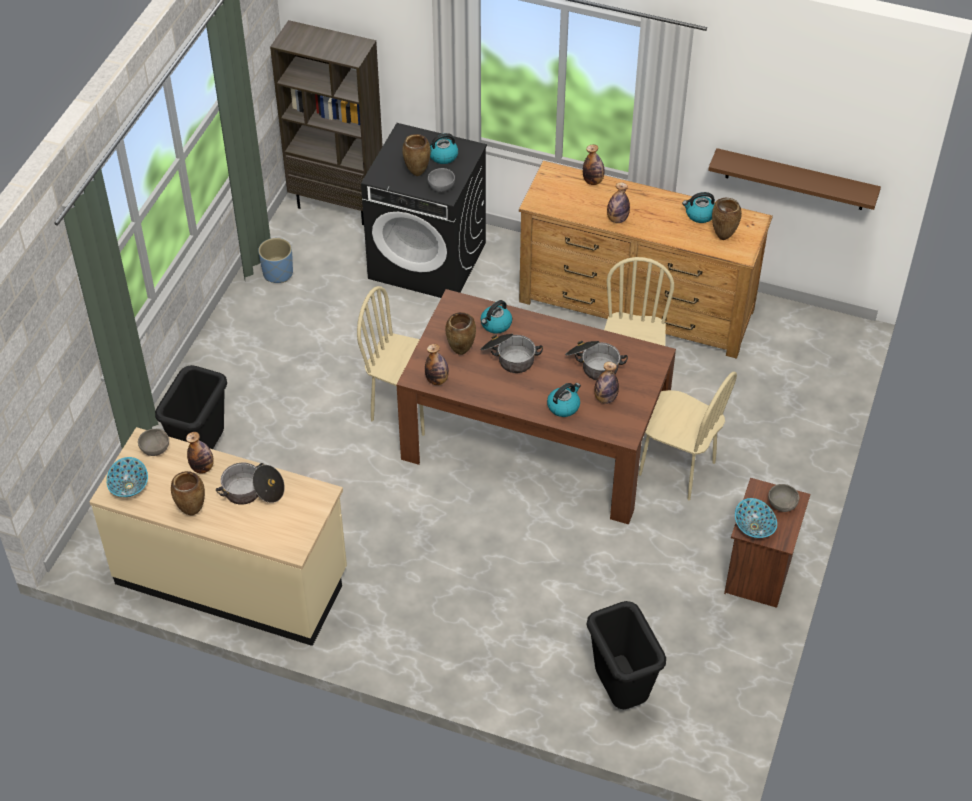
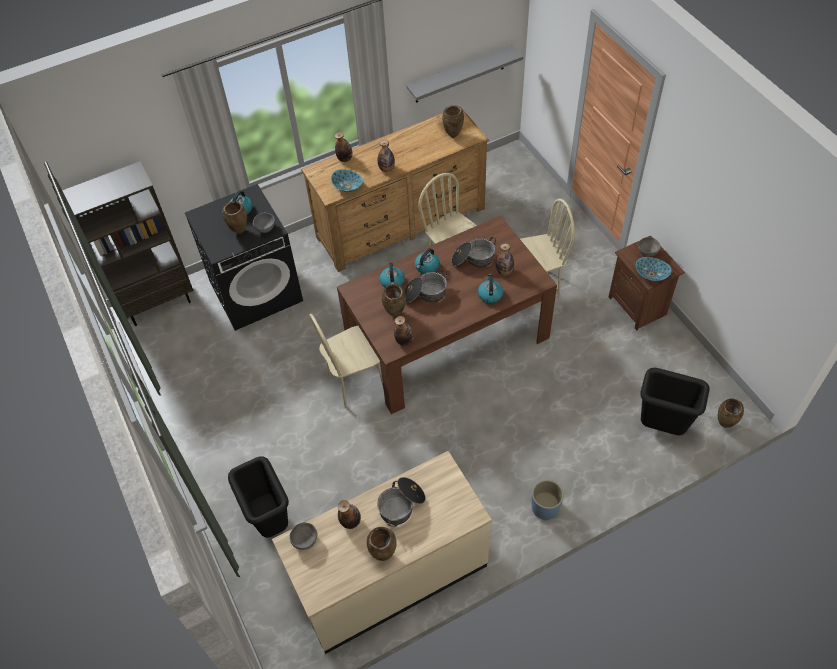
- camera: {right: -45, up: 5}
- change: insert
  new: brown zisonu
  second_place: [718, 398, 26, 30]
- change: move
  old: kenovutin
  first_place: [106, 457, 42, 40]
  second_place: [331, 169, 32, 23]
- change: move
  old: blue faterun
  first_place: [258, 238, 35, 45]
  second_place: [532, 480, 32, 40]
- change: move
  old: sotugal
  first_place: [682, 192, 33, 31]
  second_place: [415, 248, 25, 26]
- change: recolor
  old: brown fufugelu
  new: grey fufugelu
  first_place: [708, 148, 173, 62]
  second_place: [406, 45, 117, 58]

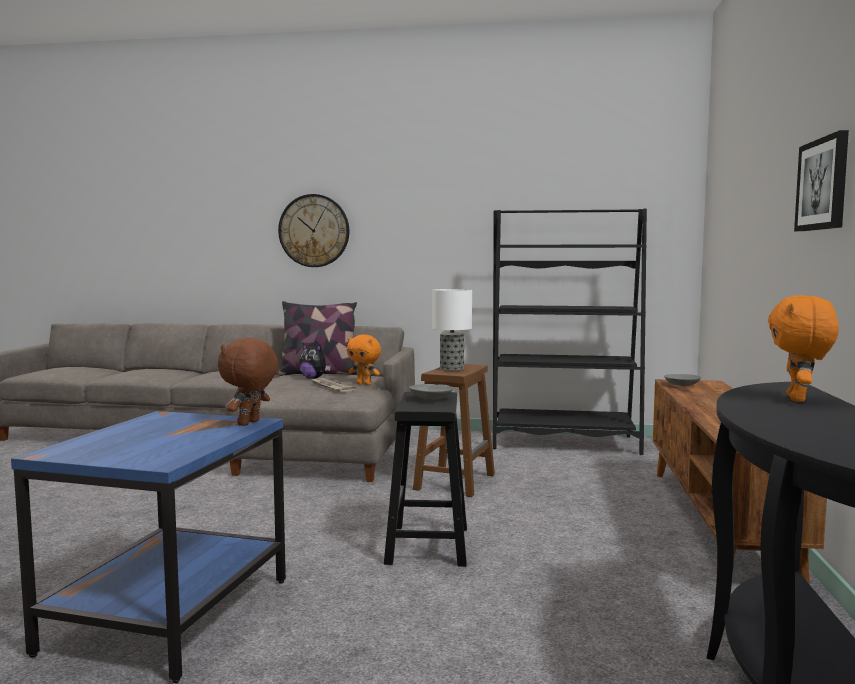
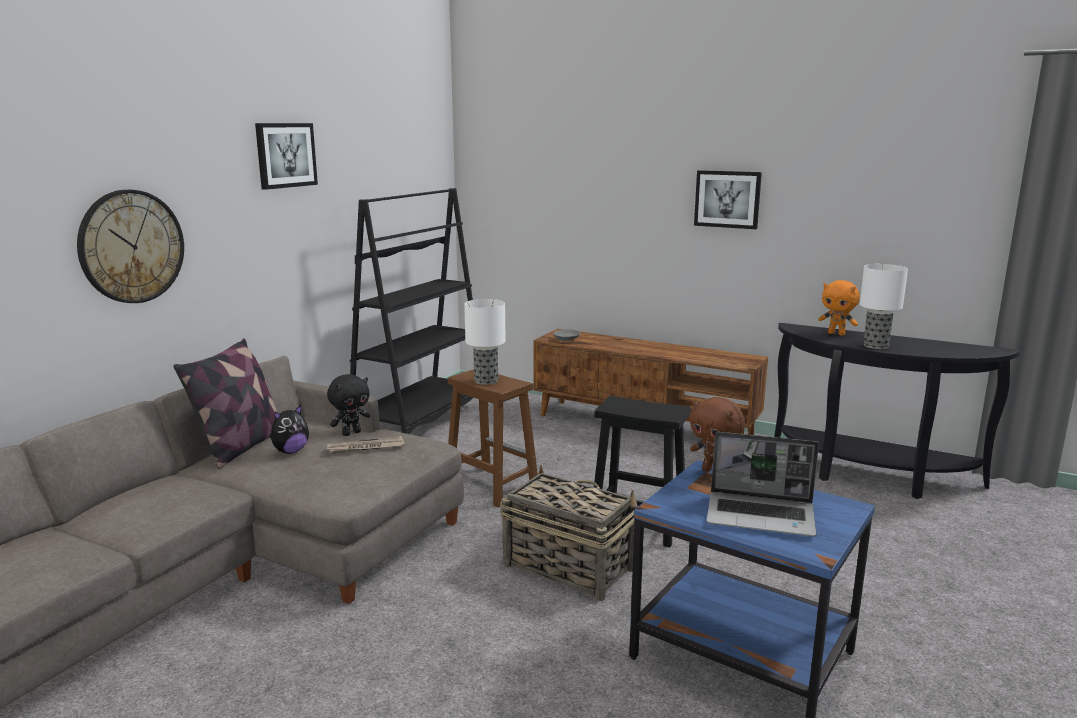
- camera: {right: -70, up: 10}
- change: delete
  old: grey kenovutin
  first_place: [409, 384, 44, 16]
- change: insert
  new: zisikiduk
  second_place: [255, 123, 63, 67]
- change: insert
  new: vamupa
  second_place: [500, 465, 138, 136]
- change: insert
  new: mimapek
  second_place: [707, 432, 112, 105]
- change: insert
  new: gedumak
  second_place: [860, 264, 48, 85]
- change: recolor
  old: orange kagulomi
  new: black kagulomi
  first_place: [347, 335, 34, 50]
  second_place: [327, 374, 43, 62]

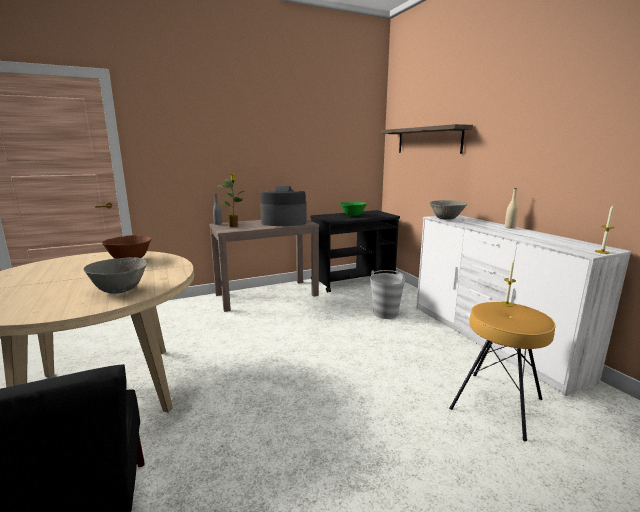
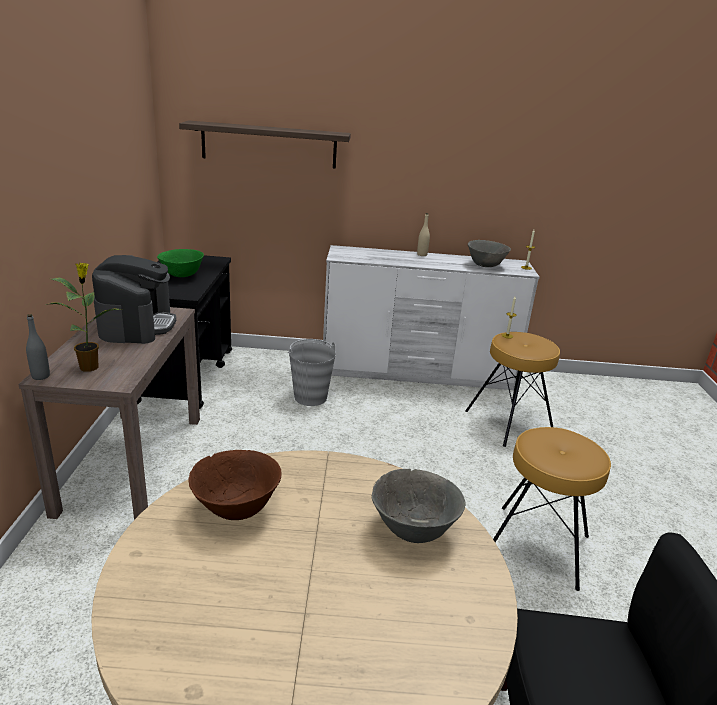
- camera: {right: -65, up: 10}
- change: insert
  new: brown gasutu
  second_place: [493, 427, 118, 164]
- change: move
  old: grey kenovutin
  first_place: [430, 200, 37, 20]
  second_place: [468, 240, 43, 27]
- change: rotate
  old: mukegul
  first_place: [260, 186, 47, 40]
  second_place: [92, 255, 84, 89]
  degrees: 150

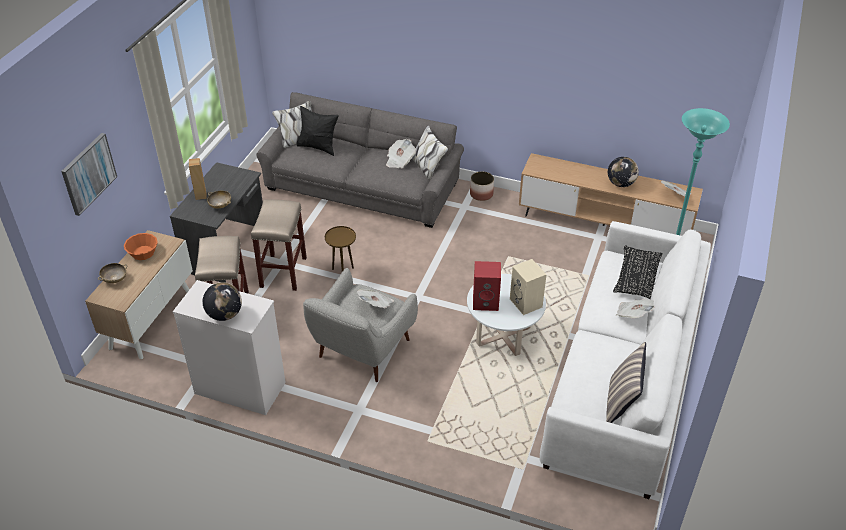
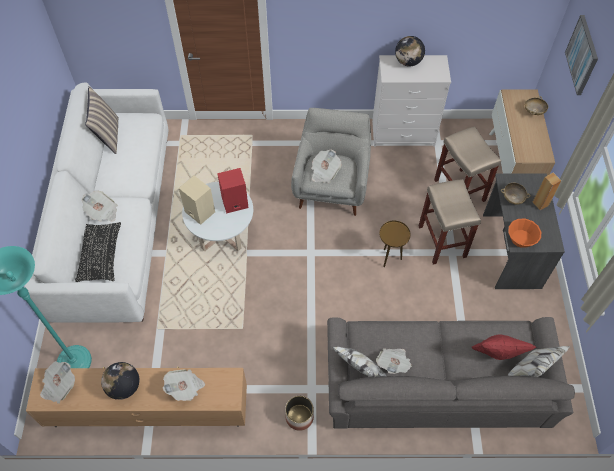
- camera: {right: 160, up: 15}
- change: insert
  new: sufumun
  second_place: [163, 369, 42, 32]
- change: move
  old: orange kenovutin
  first_place: [124, 233, 34, 27]
  second_place: [508, 219, 33, 29]
- change: recolor
  old: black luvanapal
  new: red luvanapal
  first_place: [297, 106, 41, 50]
  second_place: [471, 335, 65, 25]

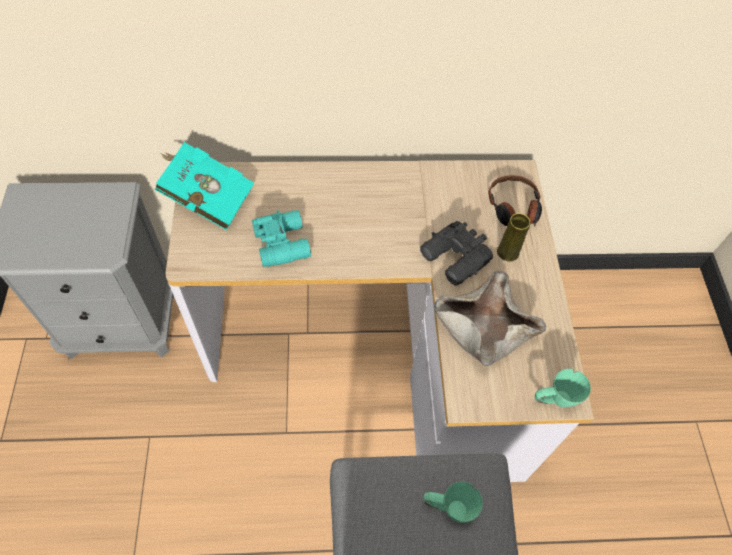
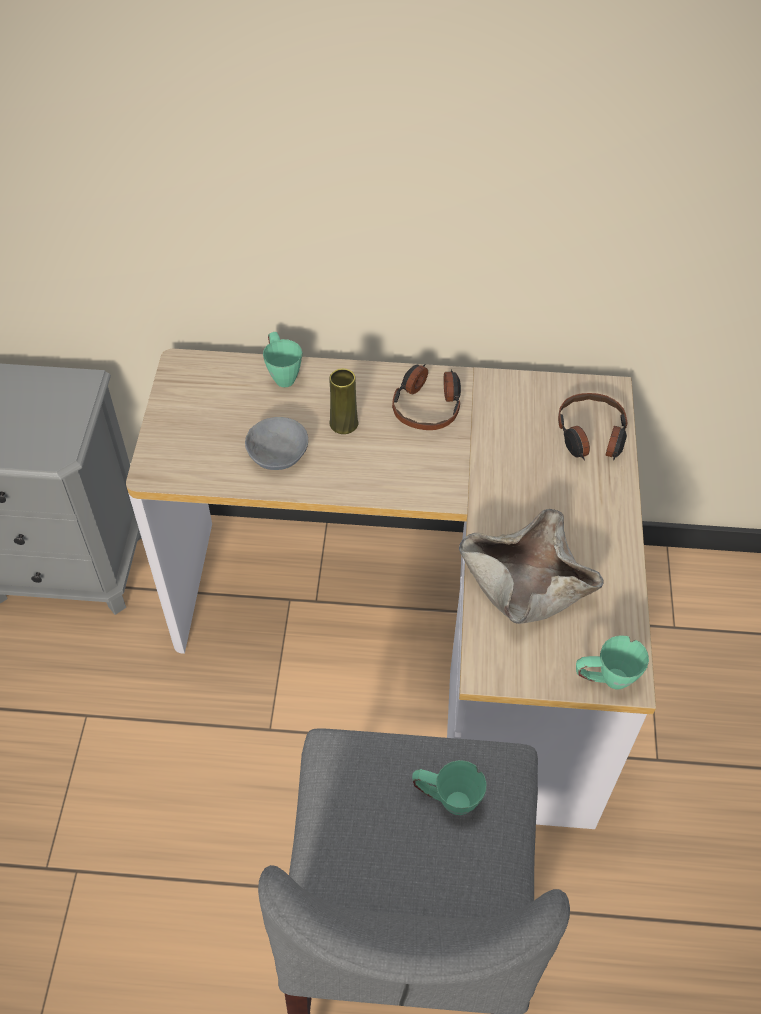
- camera: {right: 10, up: -5}
- change: delete
  old: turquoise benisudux
  first_place: [155, 142, 99, 88]
- change: delete
  old: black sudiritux
  first_place: [420, 221, 73, 65]
- change: insert
  new: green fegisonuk
  second_place: [263, 332, 39, 55]
- change: insert
  new: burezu
  second_place: [392, 364, 69, 66]
- change: move
  old: yellow zisonu
  first_place: [497, 213, 34, 48]
  second_place: [329, 368, 29, 66]
- change: replace
  old: turquoise sudiritux
  new: grey kenovutin
  first_place: [252, 210, 59, 57]
  second_place: [245, 417, 63, 53]

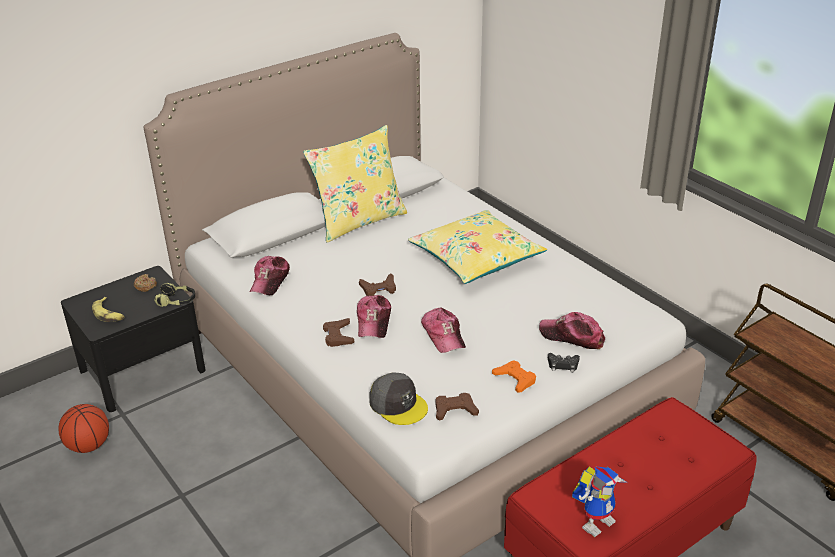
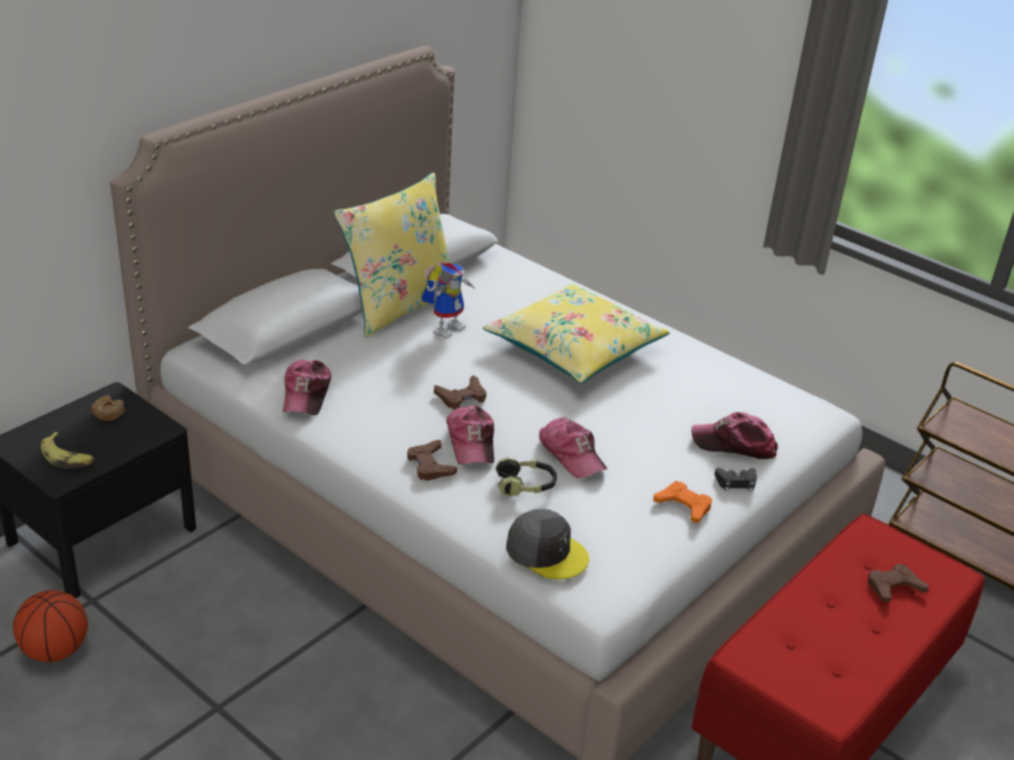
- camera: {right: -15, up: 0}
- change: move
  old: burezu
  first_place: [154, 283, 41, 24]
  second_place: [496, 457, 61, 40]
- change: move
  old: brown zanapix
  first_place: [436, 393, 43, 28]
  second_place: [868, 564, 61, 39]
- change: move
  old: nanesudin
  first_place: [572, 466, 56, 71]
  second_place: [422, 263, 54, 76]

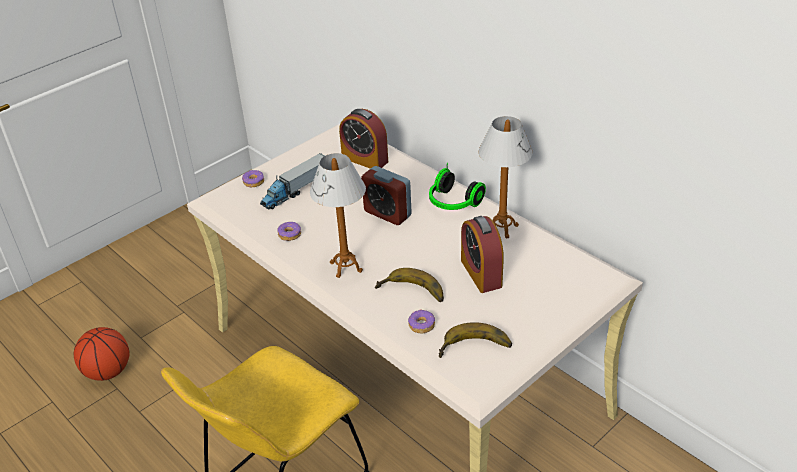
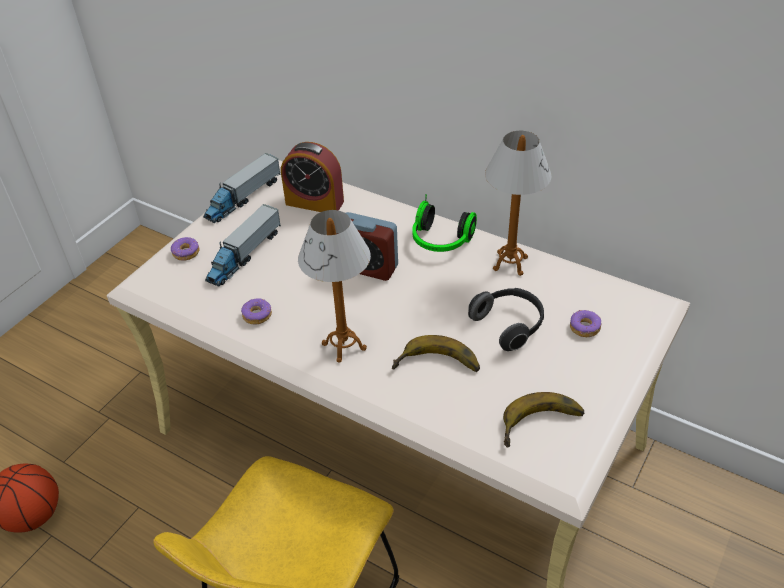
- camera: {right: -15, up: 5}
- change: insert
  new: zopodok
  second_place: [203, 153, 78, 70]
- change: move
  old: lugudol
  first_place: [408, 310, 27, 24]
  second_place: [570, 310, 31, 27]
- change: replace
  old: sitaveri
  new: burezu
  first_place: [461, 216, 43, 77]
  second_place: [468, 288, 76, 63]

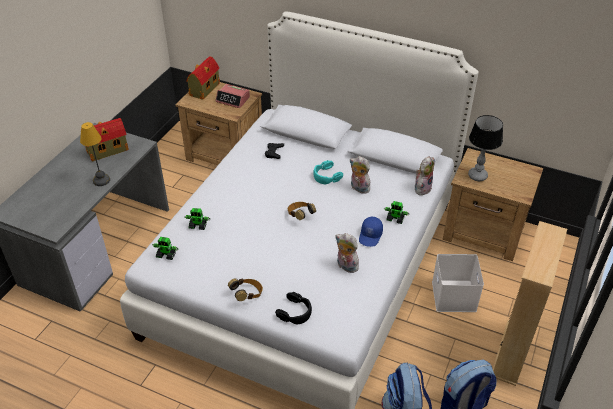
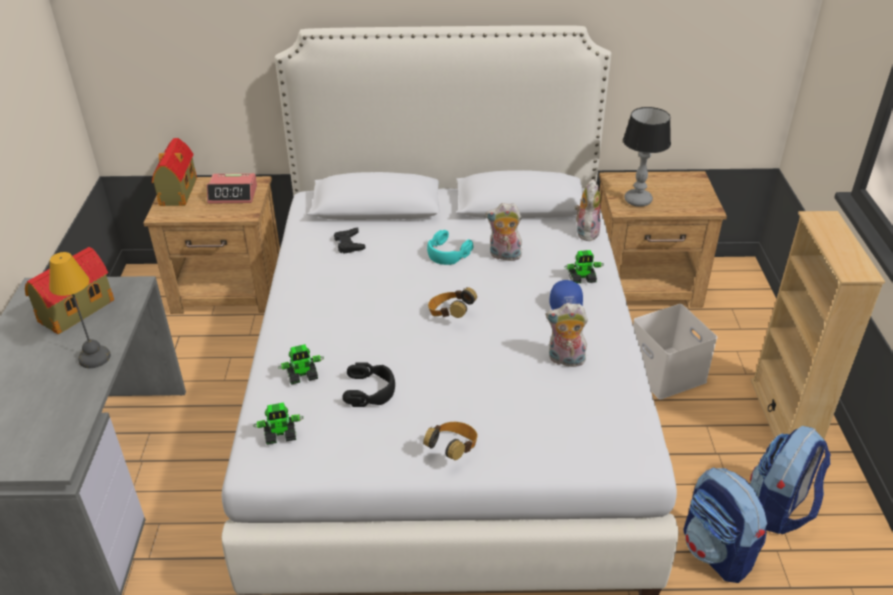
- camera: {right: -25, up: -5}
- change: move
  old: black burezu
  first_place: [275, 292, 37, 32]
  second_place: [342, 362, 53, 45]

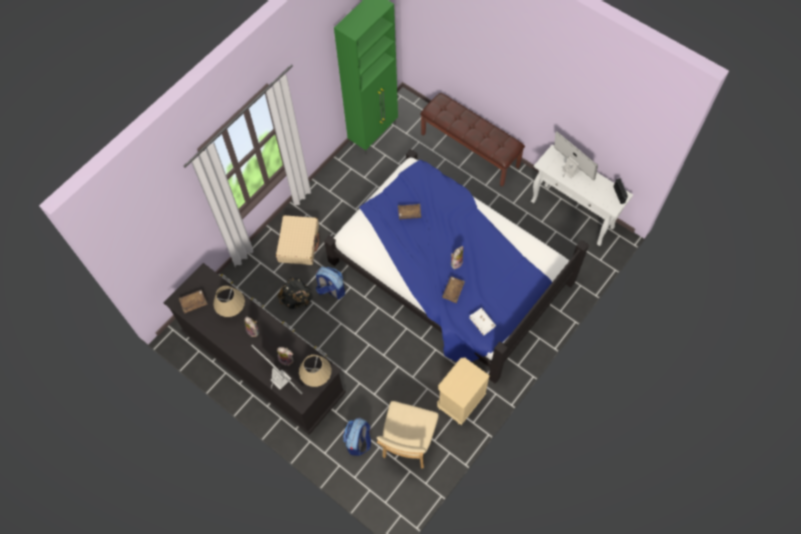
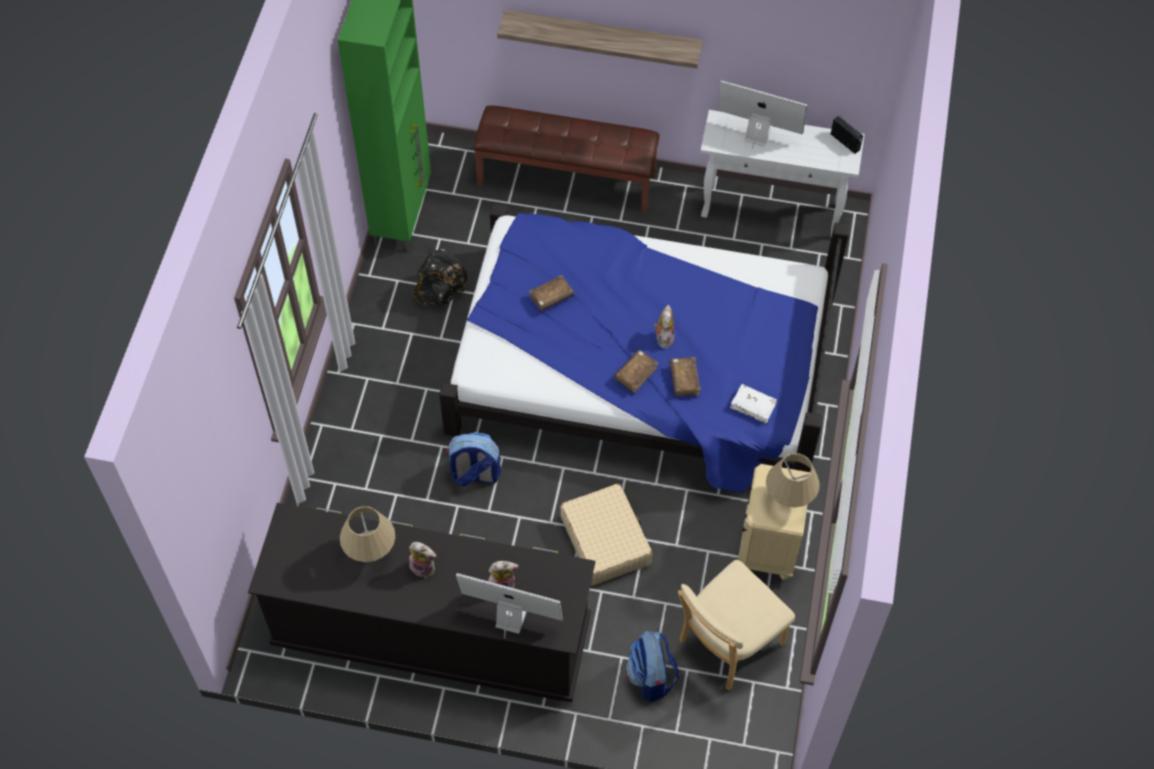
- camera: {right: -30, up: -5}
- change: insert
  new: fufugelu
  second_place: [497, 10, 206, 59]
- change: move
  old: brown benisudux
  first_place: [179, 290, 28, 23]
  second_place: [614, 350, 45, 43]
- change: move
  old: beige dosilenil
  first_place: [276, 215, 43, 50]
  second_place: [560, 484, 93, 102]
- change: move
  old: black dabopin
  first_place: [278, 277, 35, 32]
  second_place: [413, 248, 55, 57]
- change: move
  old: beige gedumak
  first_place: [299, 355, 33, 32]
  second_place: [766, 453, 54, 54]
- change: rotate
  old: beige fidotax
  first_place: [377, 401, 62, 67]
  second_place: [678, 559, 117, 132]
  degrees: 60

